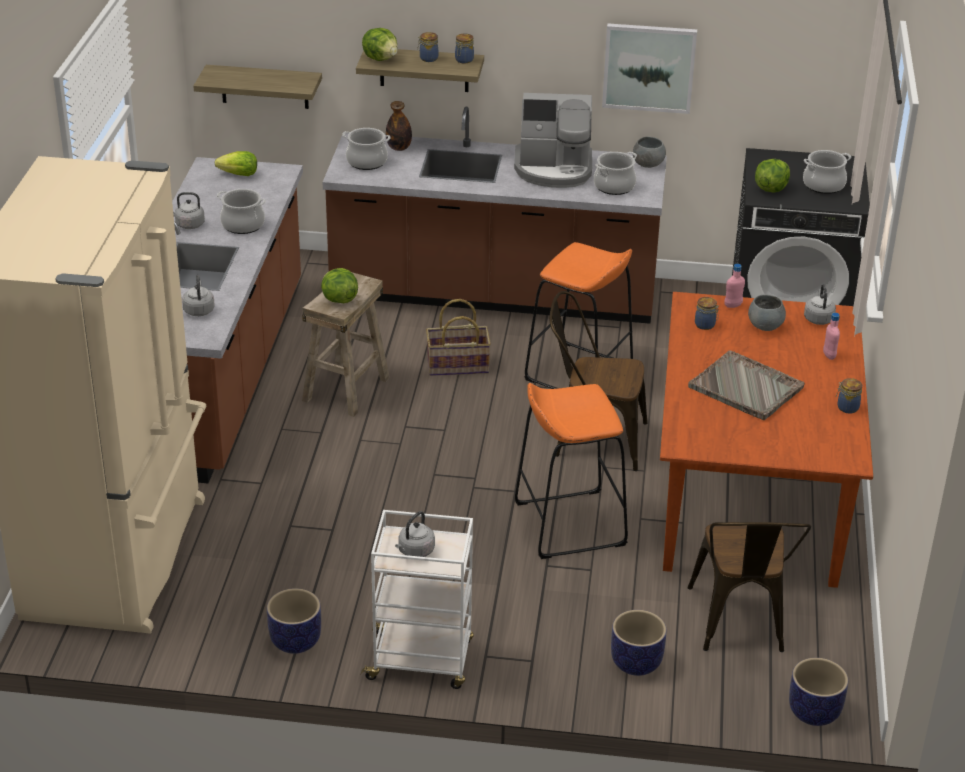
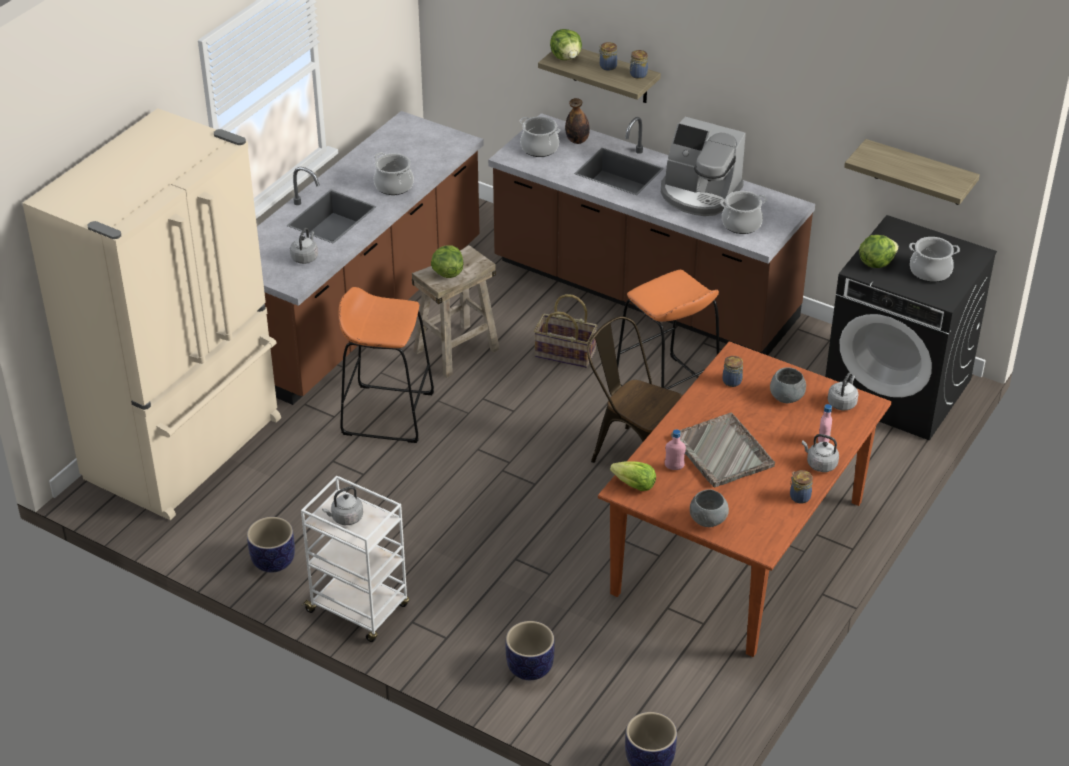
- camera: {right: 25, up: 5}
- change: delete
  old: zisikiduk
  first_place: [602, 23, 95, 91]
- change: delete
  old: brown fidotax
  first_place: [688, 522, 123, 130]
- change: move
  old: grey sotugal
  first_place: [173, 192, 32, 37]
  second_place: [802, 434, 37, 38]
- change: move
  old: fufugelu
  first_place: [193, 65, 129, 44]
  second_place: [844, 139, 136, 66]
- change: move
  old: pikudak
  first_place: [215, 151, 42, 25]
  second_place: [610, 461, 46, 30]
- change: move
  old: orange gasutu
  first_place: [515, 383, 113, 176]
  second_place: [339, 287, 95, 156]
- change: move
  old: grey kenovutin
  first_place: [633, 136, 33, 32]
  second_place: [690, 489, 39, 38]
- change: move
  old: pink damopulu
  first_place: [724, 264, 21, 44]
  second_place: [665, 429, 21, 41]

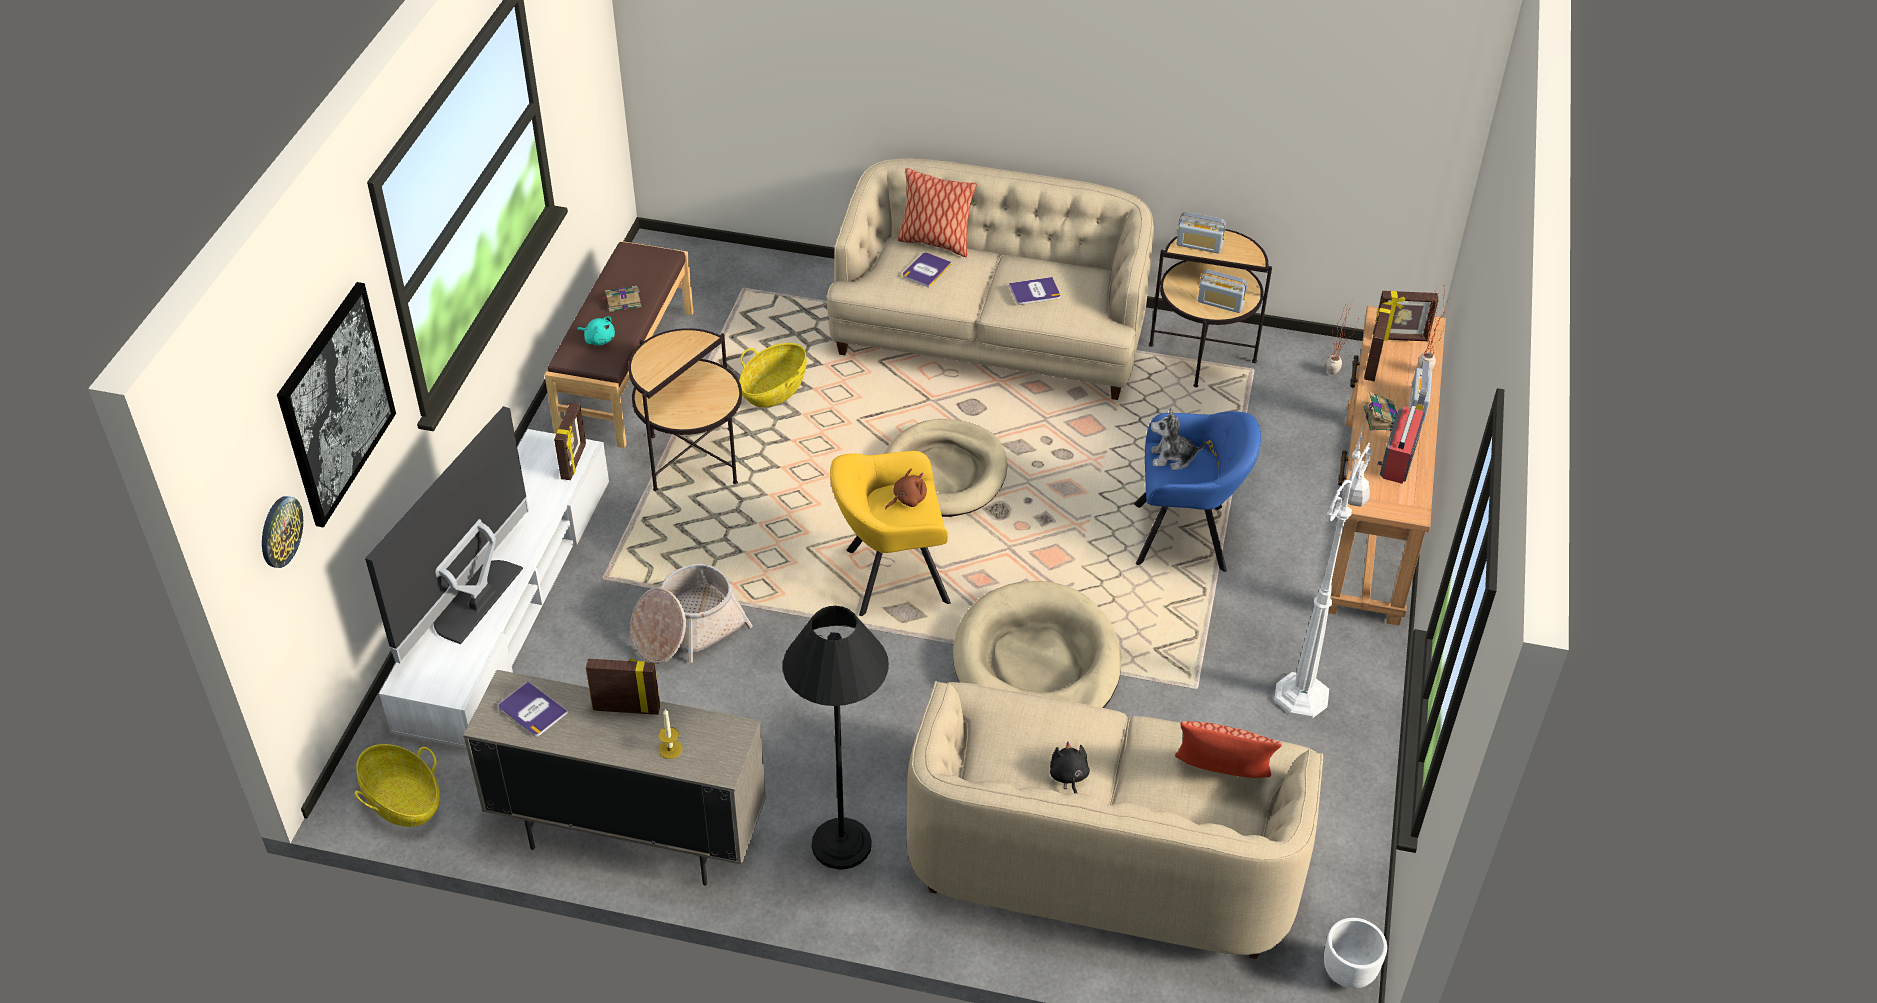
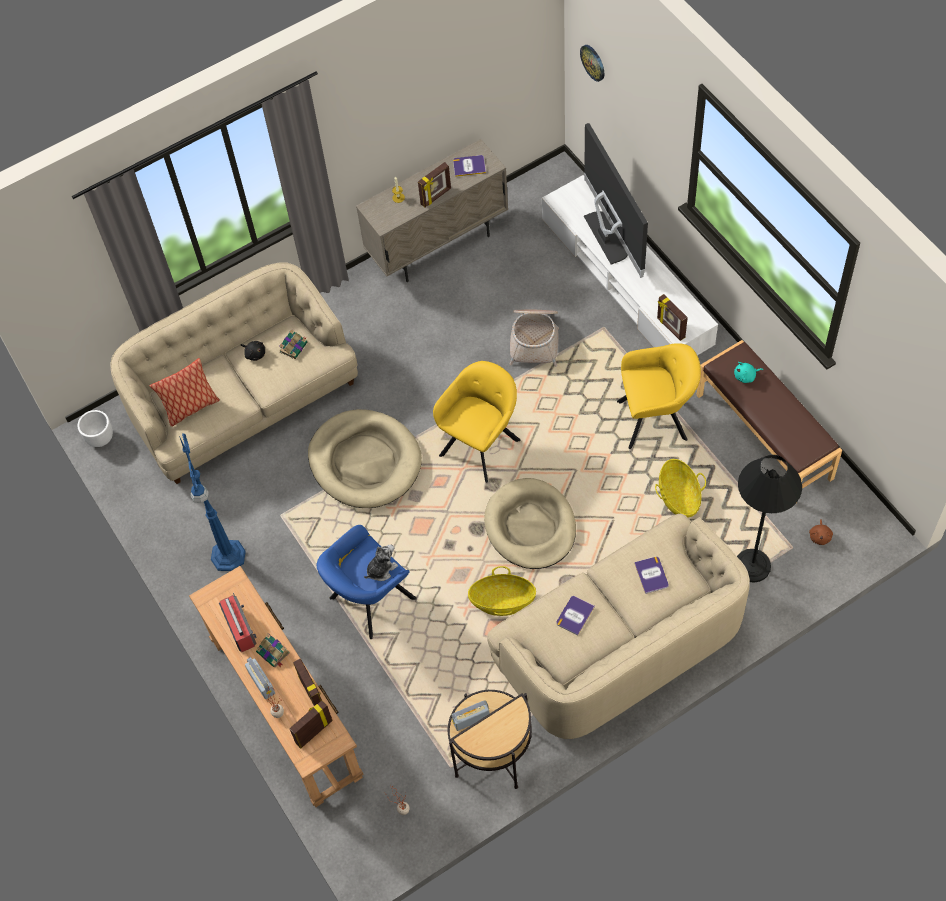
- camera: {right: 140, up: 15}
- change: delete
  old: zisikiduk
  first_place: [277, 282, 119, 245]
- change: delete
  old: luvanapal
  first_place: [897, 168, 80, 89]
- change: delete
  old: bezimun
  first_place: [1176, 212, 50, 42]
- change: move
  old: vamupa
  first_place: [355, 744, 85, 83]
  second_place: [468, 566, 68, 50]
- change: move
  old: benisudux
  first_place: [600, 286, 42, 26]
  second_place: [279, 329, 28, 30]
- change: move
  old: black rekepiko
  first_place: [783, 606, 106, 264]
  second_place: [737, 455, 65, 128]
- change: move
  old: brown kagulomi
  first_place: [885, 468, 42, 41]
  second_place: [809, 519, 24, 26]
- change: replace
  old: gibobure
  new: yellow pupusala
  first_place: [628, 328, 114, 163]
  second_place: [617, 343, 84, 106]
- change: recolor
  old: white rekepiko
  new: blue rekepiko
  first_place: [1274, 423, 98, 296]
  second_place: [179, 433, 67, 138]

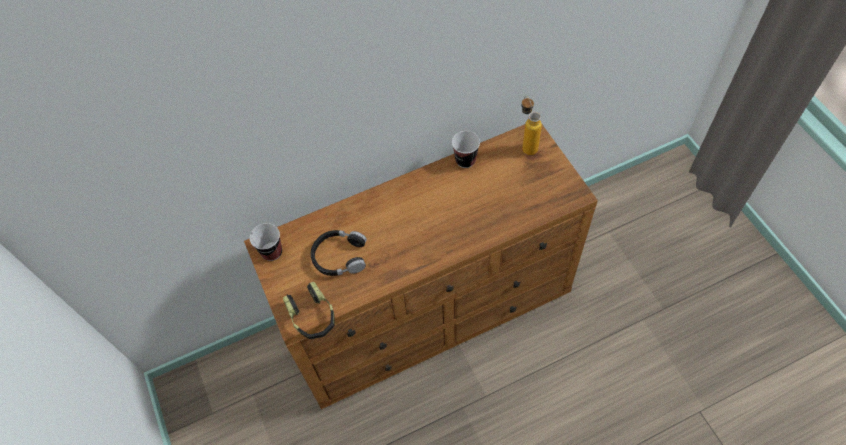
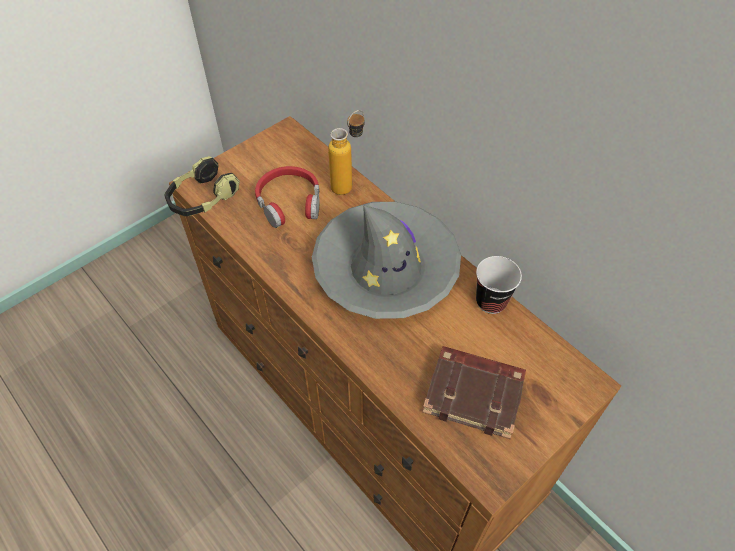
- camera: {right: 70, up: -5}
- change: delete
  old: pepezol
  first_place: [250, 223, 32, 38]
- change: insert
  new: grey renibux
  second_place: [312, 202, 149, 117]
- change: insert
  new: brown benisudux
  second_place: [422, 346, 104, 93]
- change: move
  old: damopulu
  first_place: [521, 96, 21, 59]
  second_place: [328, 110, 36, 85]
- change: recolor
  old: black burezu
  new: red burezu
  first_place: [311, 230, 56, 46]
  second_place: [255, 166, 64, 62]

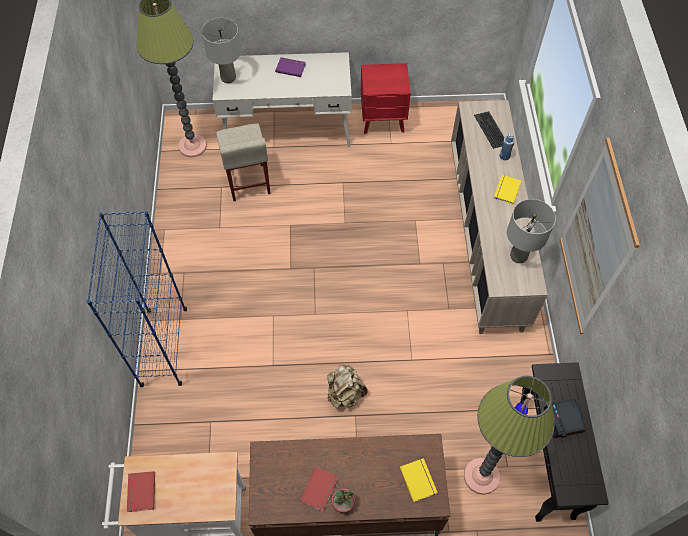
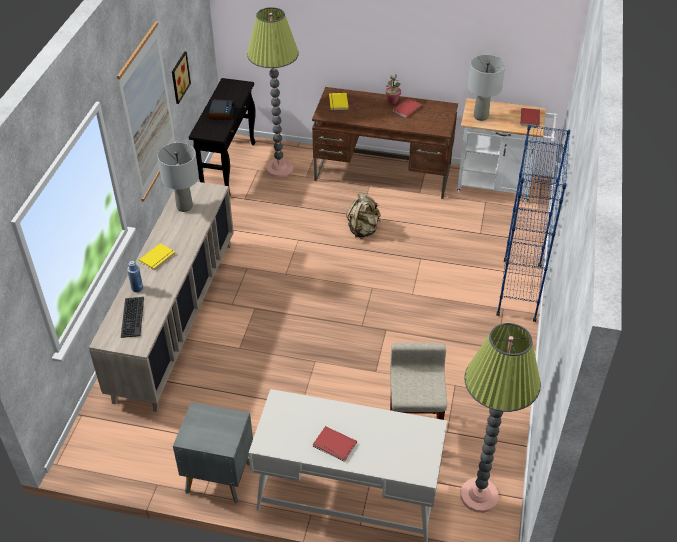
- camera: {right: -165, up: -15}
- change: insert
  new: zisikiduk
  second_place: [172, 52, 19, 52]
- change: move
  old: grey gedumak
  first_place: [202, 18, 39, 65]
  second_place: [468, 55, 37, 66]
- change: recolor
  old: purple benisudux
  new: red benisudux
  first_place: [275, 57, 31, 20]
  second_place: [313, 426, 44, 36]
- change: recolor
  old: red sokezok
  new: grey sokezok
  first_place: [361, 63, 50, 71]
  second_place: [173, 402, 80, 102]

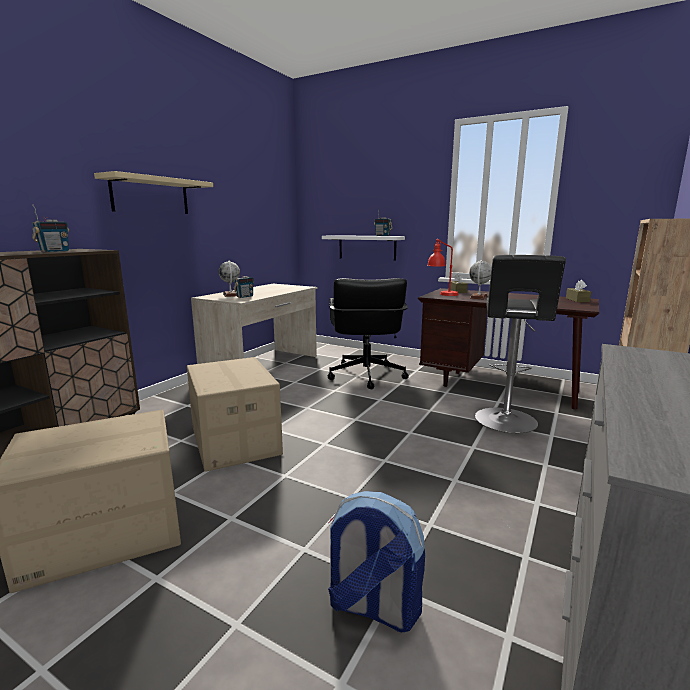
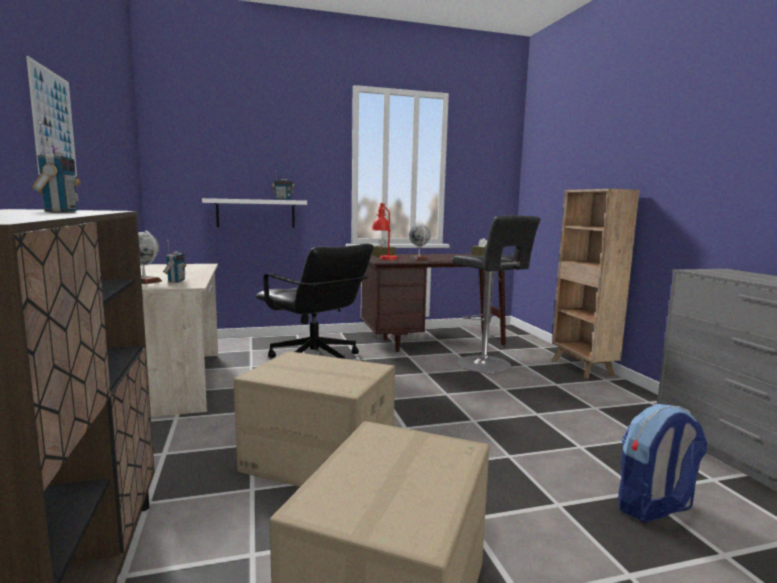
- camera: {right: -45, up: -5}
- change: replace
  old: beige fufugelu
  new: zisikiduk
  first_place: [94, 171, 119, 43]
  second_place: [26, 56, 51, 120]

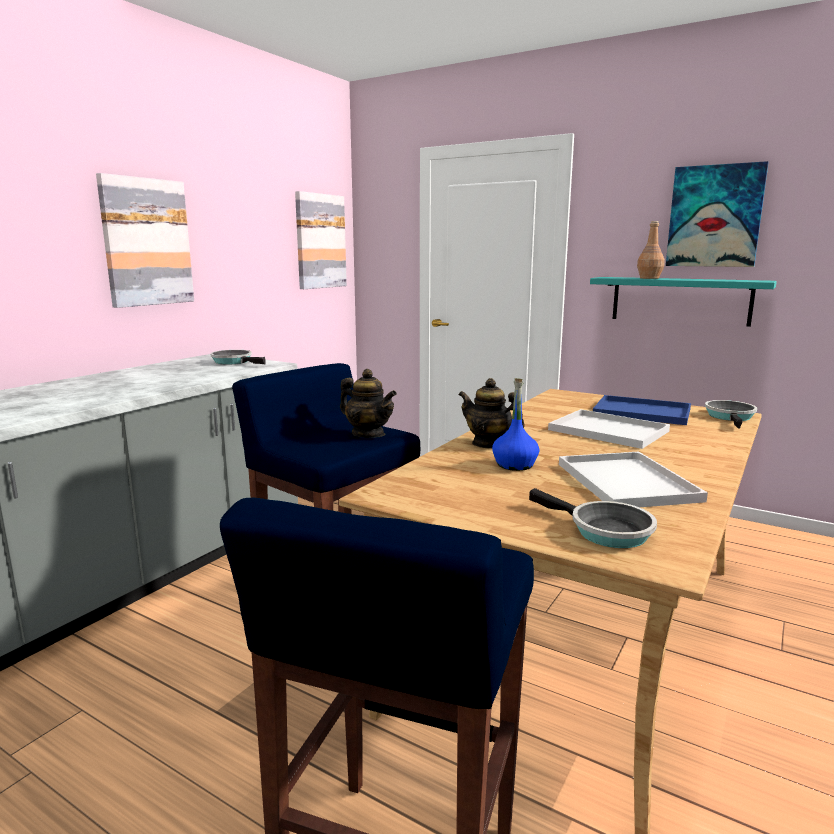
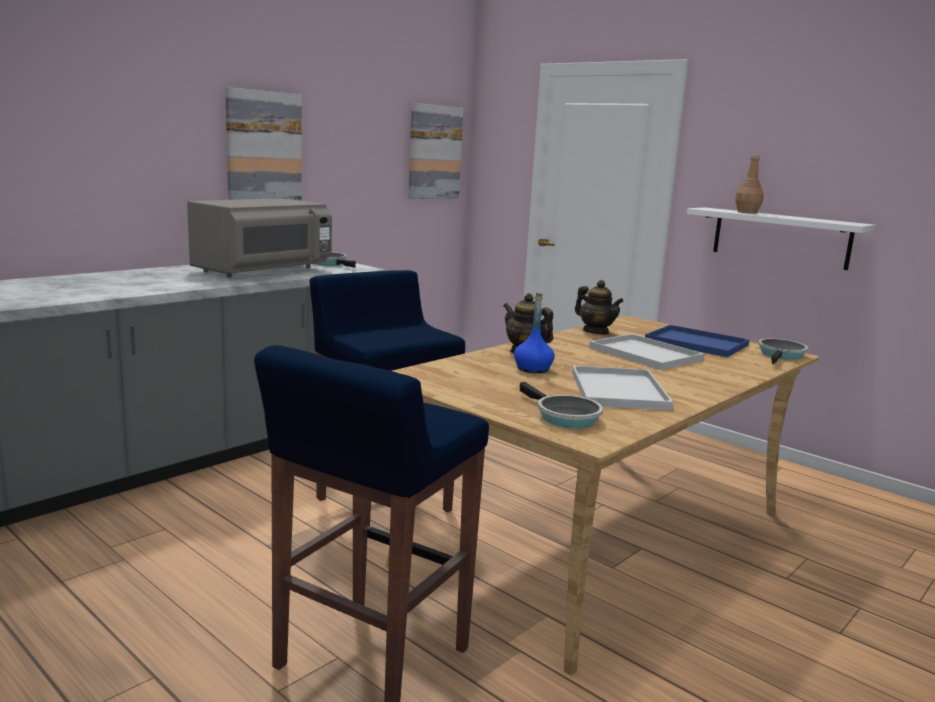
- camera: {right: 10, up: 0}
- change: delete
  old: zisikiduk
  first_place: [666, 161, 103, 106]
- change: insert
  new: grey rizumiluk
  second_place: [187, 199, 145, 79]
- change: move
  old: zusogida
  first_place: [340, 369, 57, 69]
  second_place: [575, 280, 49, 54]
- change: recolor
  old: turquoise fufugelu
  new: white fufugelu
  first_place: [590, 277, 187, 50]
  second_place: [687, 207, 189, 63]

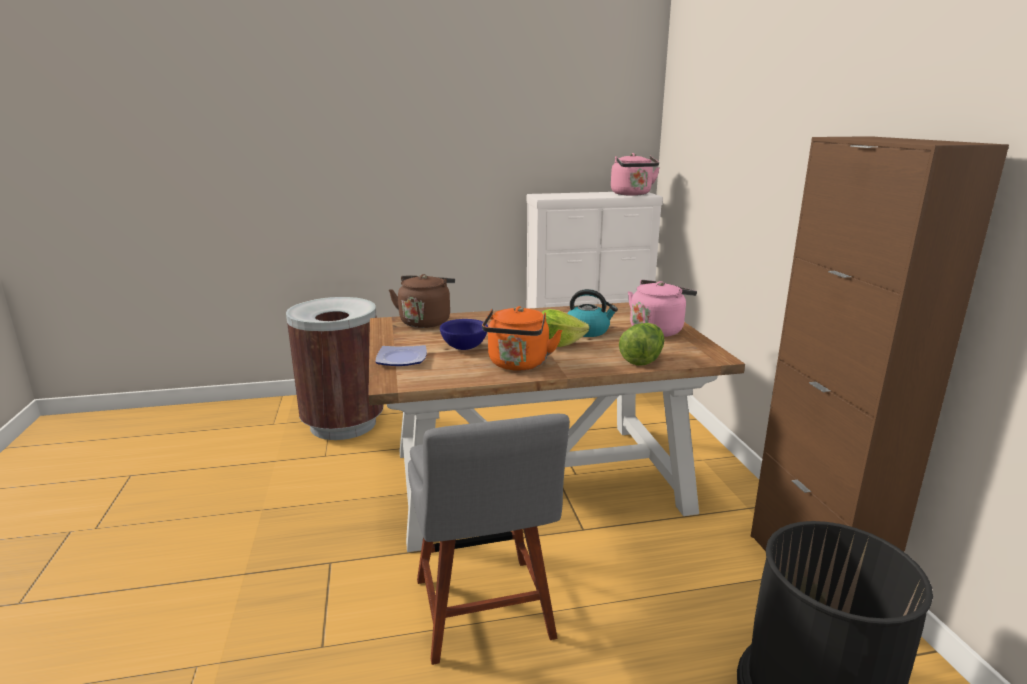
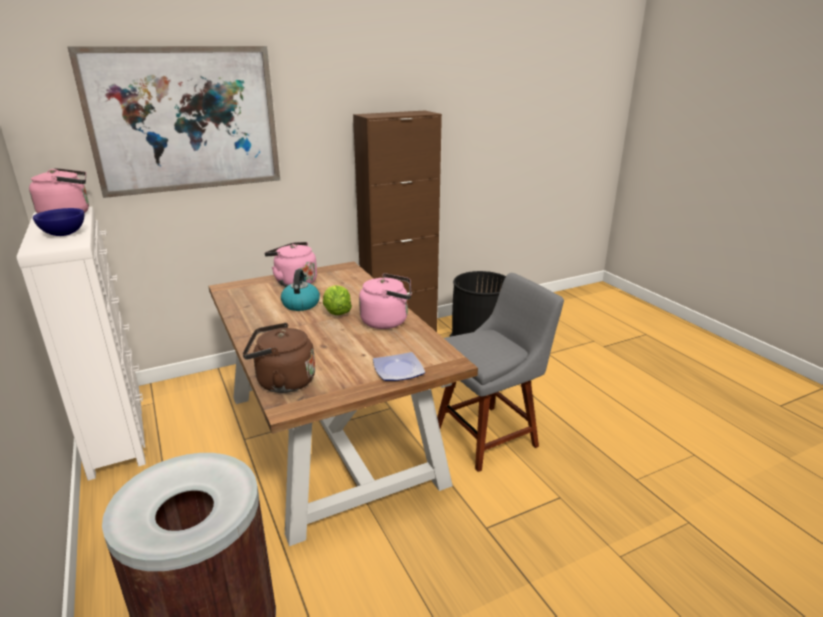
- camera: {right: -105, up: 5}
- change: delete
  old: pikudak
  first_place: [619, 323, 46, 43]
- change: insert
  new: zisikiduk
  second_place: [67, 46, 213, 152]
- change: move
  old: blue kenovutin
  first_place: [440, 319, 48, 31]
  second_place: [33, 208, 51, 28]
- change: recolor
  old: orange sotugal
  new: pink sotugal
  first_place: [482, 306, 80, 65]
  second_place: [359, 273, 52, 56]

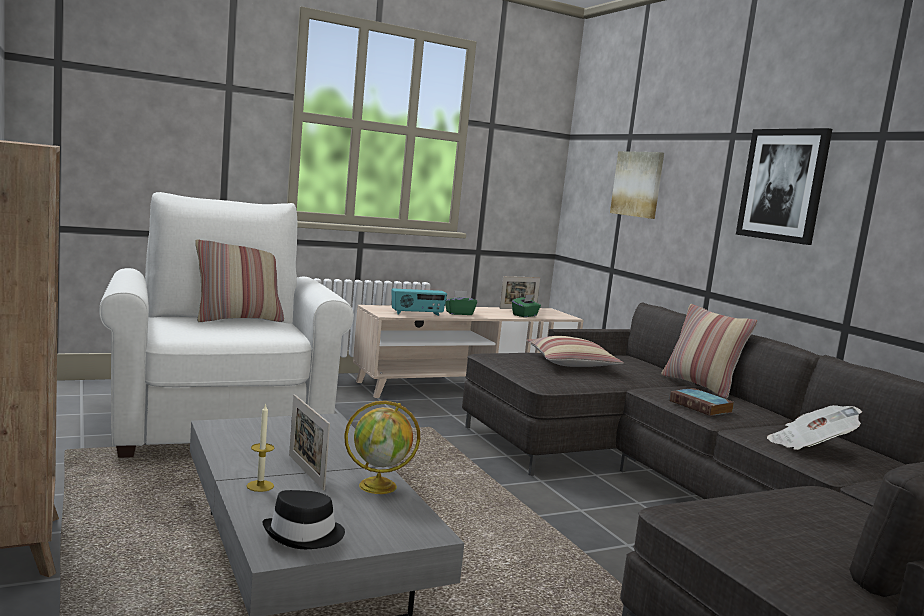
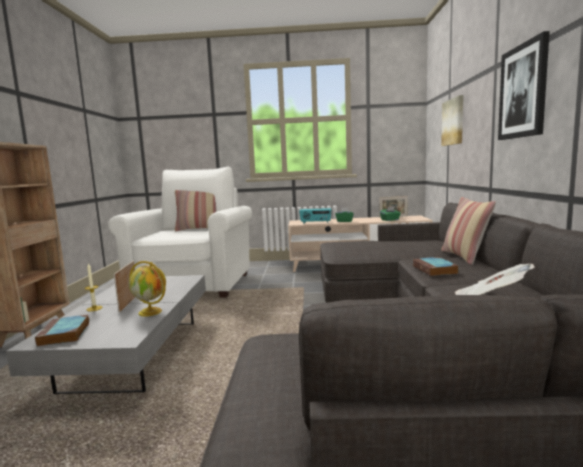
- camera: {right: 30, up: 0}
- change: delete
  old: luvanapal
  first_place: [526, 336, 98, 31]
- change: replace
  old: black renibux
  new: benisudux
  first_place: [263, 490, 82, 59]
  second_place: [35, 314, 55, 33]

